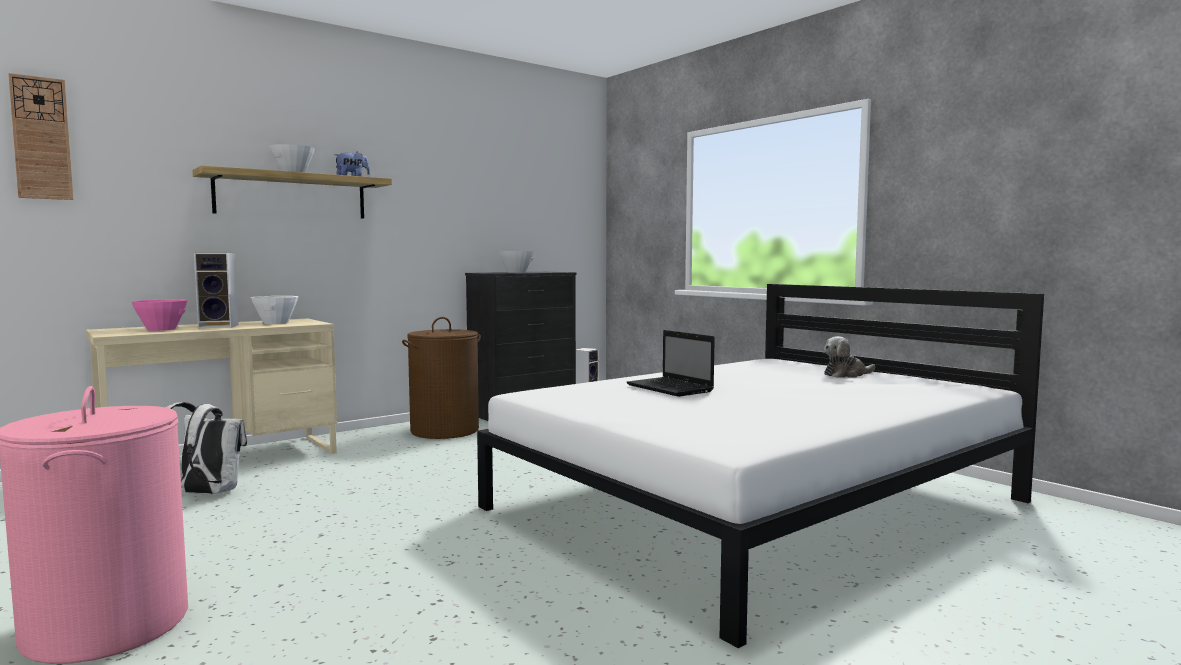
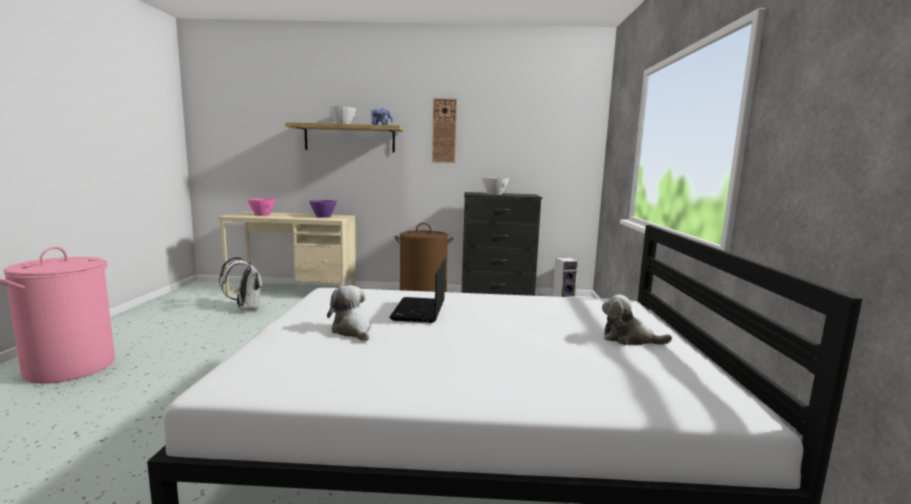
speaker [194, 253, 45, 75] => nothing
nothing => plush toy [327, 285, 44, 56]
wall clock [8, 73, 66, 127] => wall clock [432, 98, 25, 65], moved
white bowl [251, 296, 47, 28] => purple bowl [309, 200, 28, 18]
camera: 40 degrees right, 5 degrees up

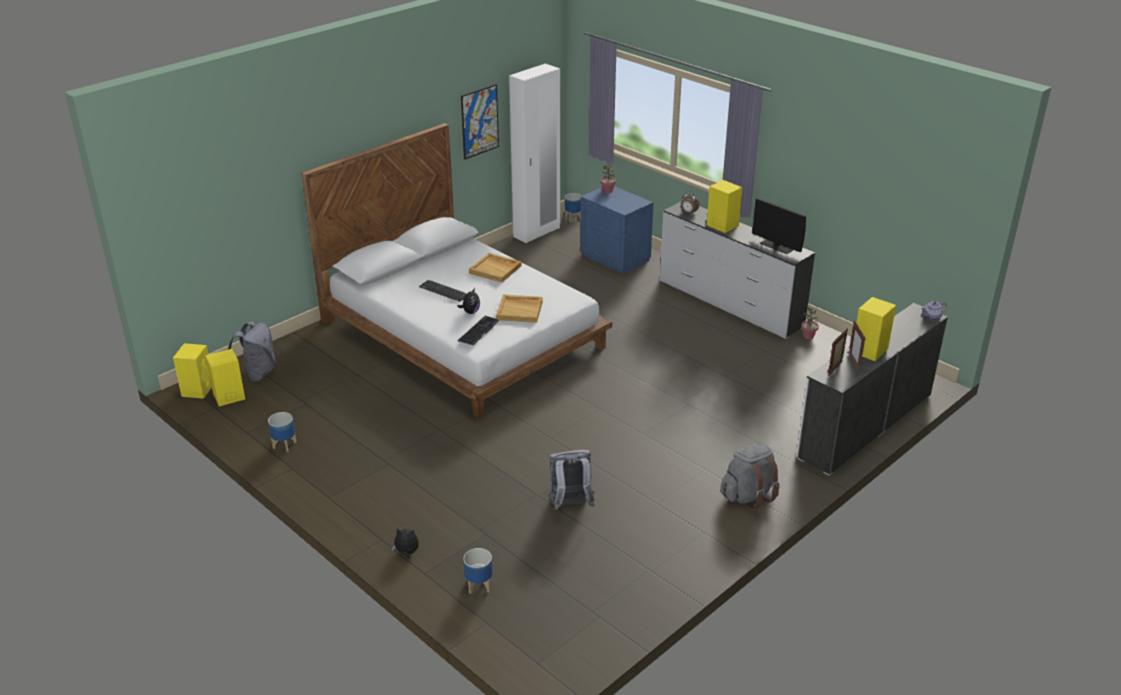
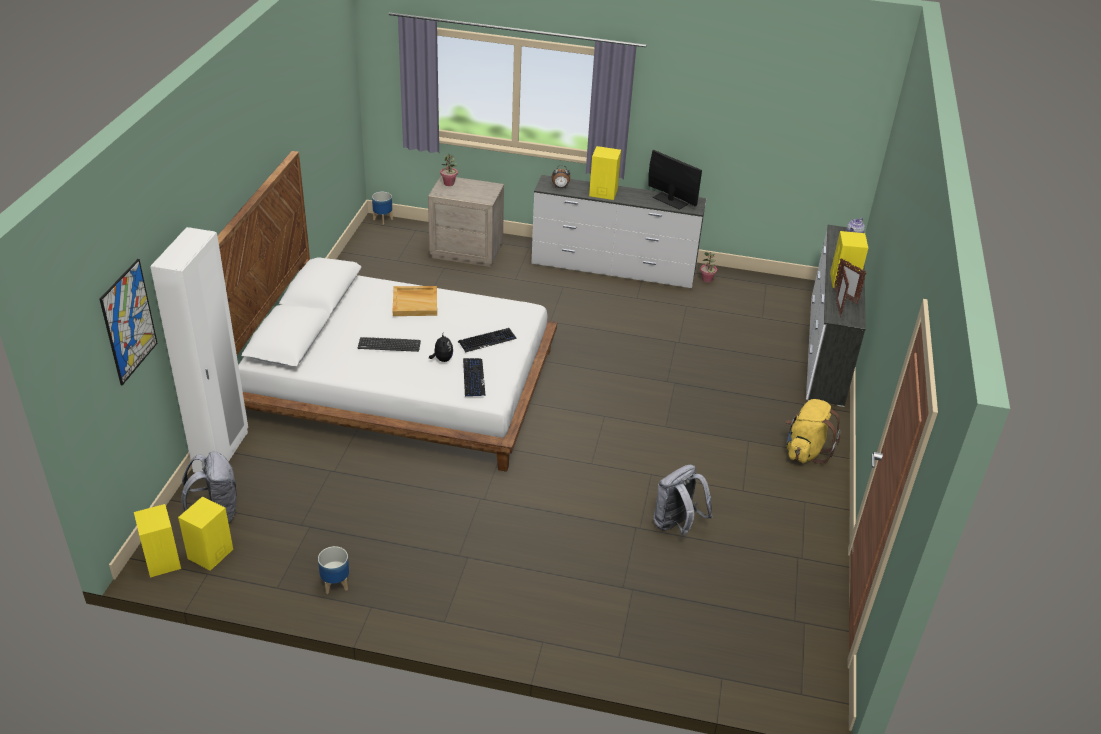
plush toy [391, 528, 28, 30] => nothing
planter [463, 548, 30, 46] => nothing
picture [461, 84, 38, 76] => picture [99, 259, 58, 126], moved
white wardrobe [509, 63, 51, 180] => white wardrobe [150, 227, 98, 246], moved
beige tray [496, 294, 47, 29] => keyboard [458, 328, 59, 25]
blue nightstand [580, 186, 74, 88] => beige nightstand [428, 176, 76, 91]
grey backpack [721, 444, 59, 66] => yellow backpack [786, 399, 55, 65]
monitor [752, 198, 54, 56] => monitor [648, 150, 54, 60], 150 degrees counterclockwise
camera: 35 degrees left, 5 degrees up

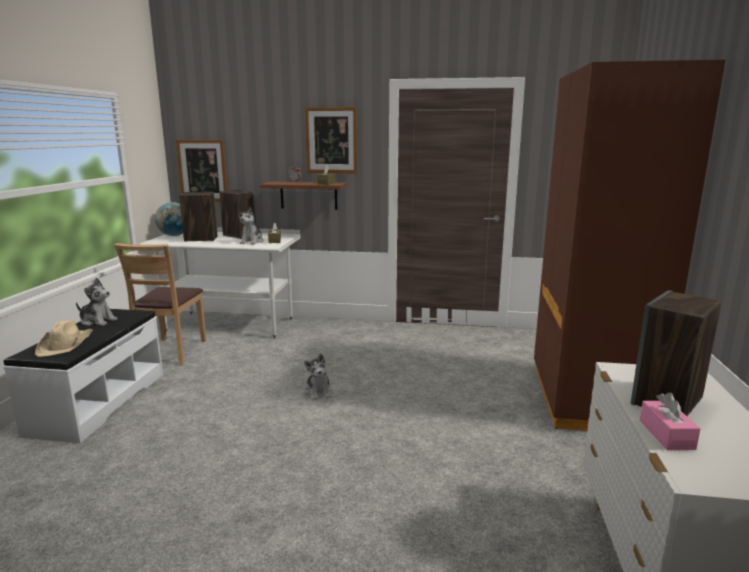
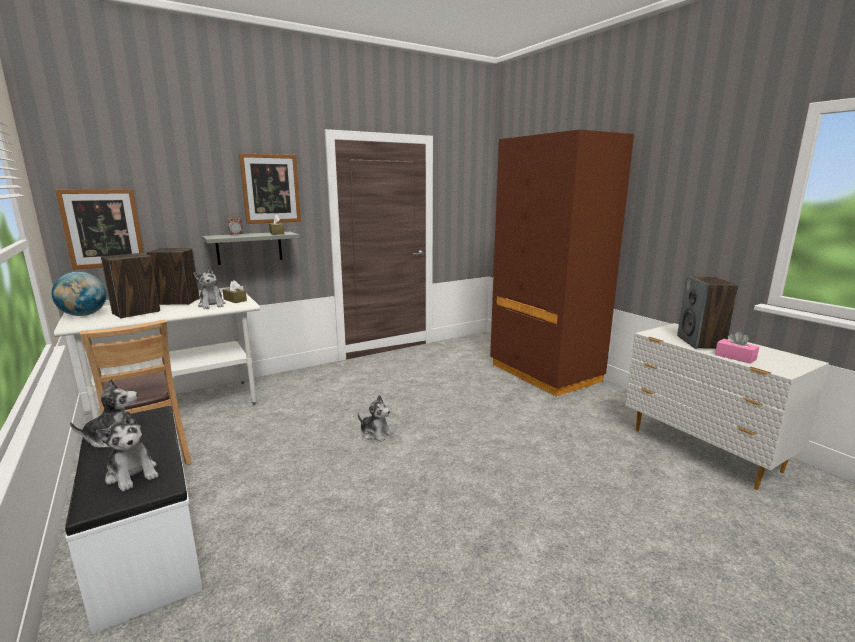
beige hat [35, 320, 59, 37] => plush toy [96, 411, 62, 80]
brown shelf [260, 182, 87, 28] => grey shelf [202, 232, 97, 33]
camera: 40 degrees left, 0 degrees up

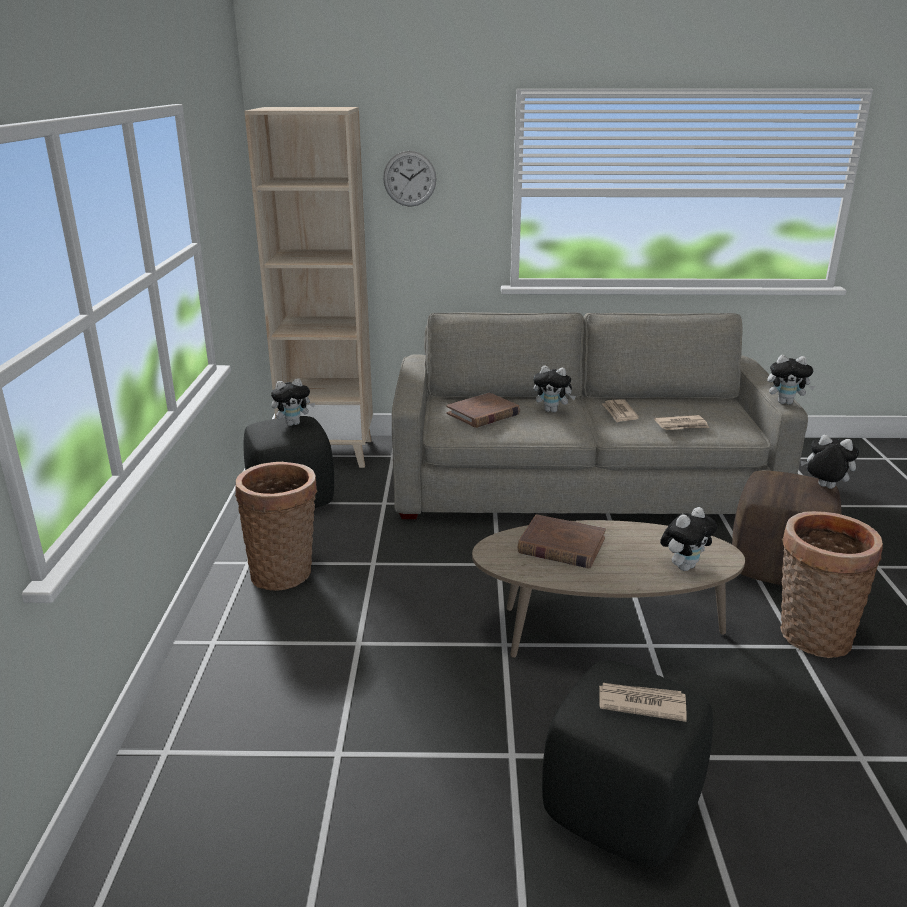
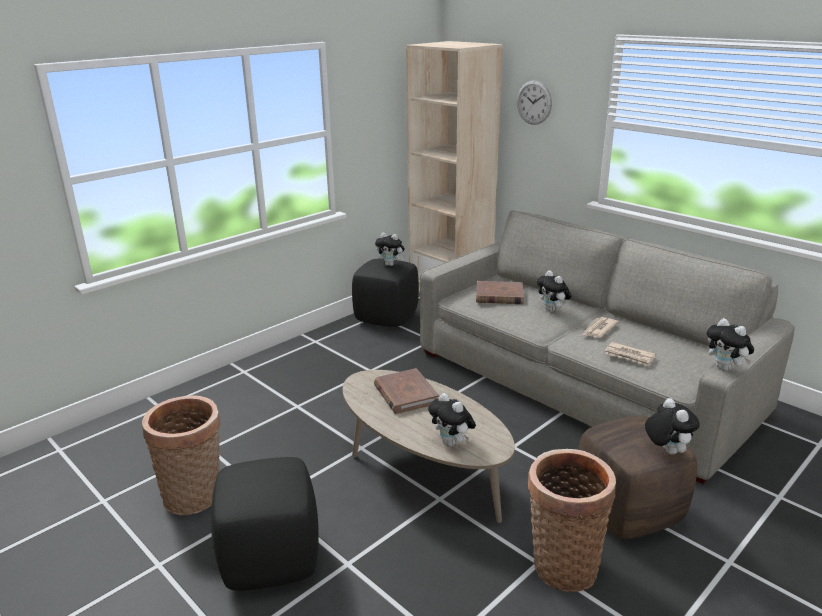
newspaper [599, 683, 88, 39] => nothing
basket [235, 462, 83, 129] => basket [142, 395, 79, 121], moved
plush toy [660, 507, 57, 64] => plush toy [428, 393, 48, 54], 45 degrees clockwise
camera: 45 degrees right, 0 degrees up

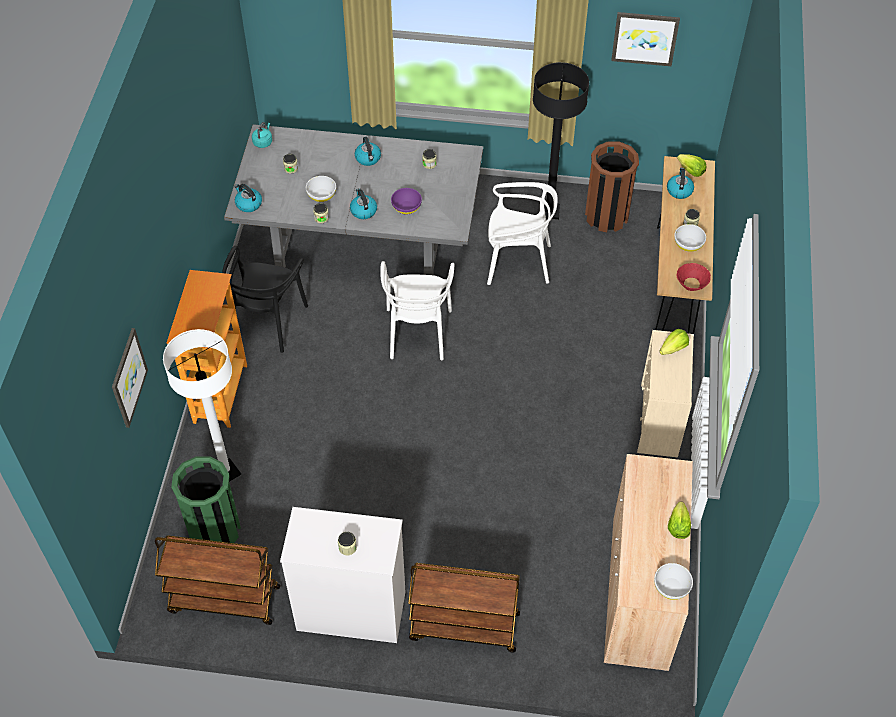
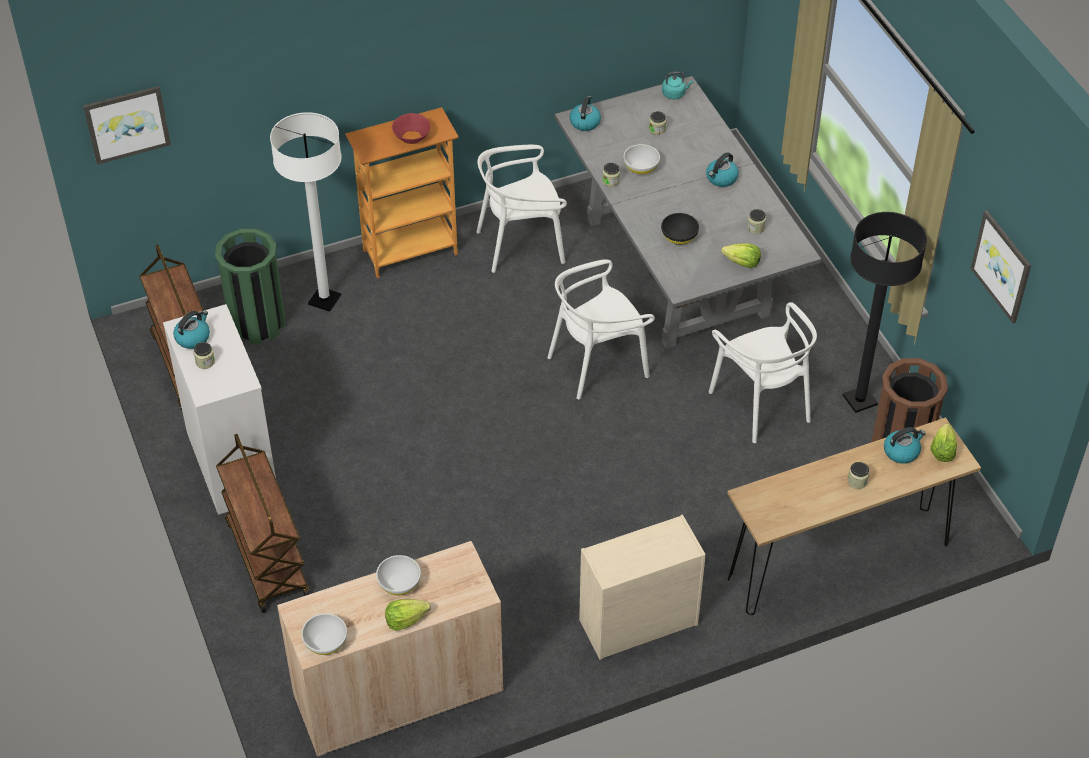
picture [112, 328, 36, 100] => picture [83, 86, 88, 79], moved
kettle [350, 188, 27, 31] => kettle [173, 310, 37, 39], moved
lettuce [659, 329, 30, 26] => lettuce [721, 243, 40, 25], moved
white bowl [674, 224, 32, 28] => white bowl [376, 555, 45, 40], moved
red bowl [677, 263, 34, 28] => red bowl [392, 113, 39, 31], moved
black chair [223, 246, 85, 107] => white chair [476, 145, 91, 128]
purple bowl [391, 188, 31, 26] => black bowl [661, 213, 38, 32]
camera: 60 degrees right, 5 degrees down

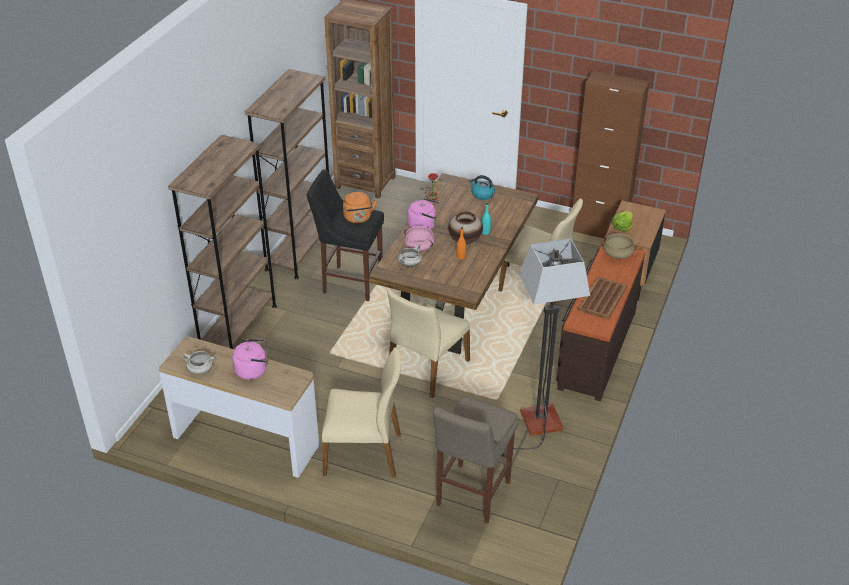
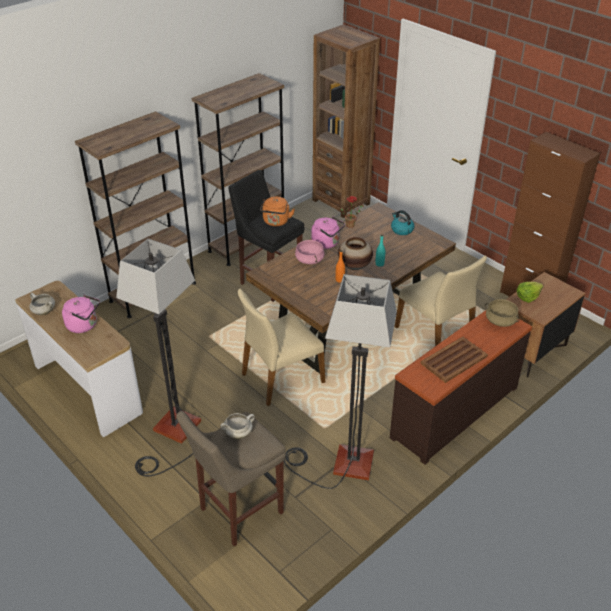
white cooking pot [398, 245, 24, 23] => white cooking pot [220, 413, 35, 26], moved
beige chair [322, 347, 79, 130] => floor lamp [116, 239, 85, 238]
camera: 25 degrees right, 0 degrees up

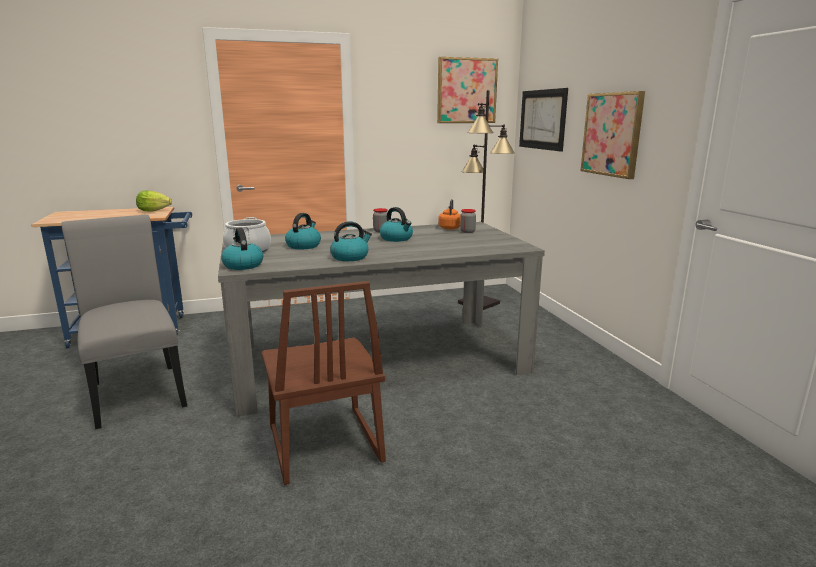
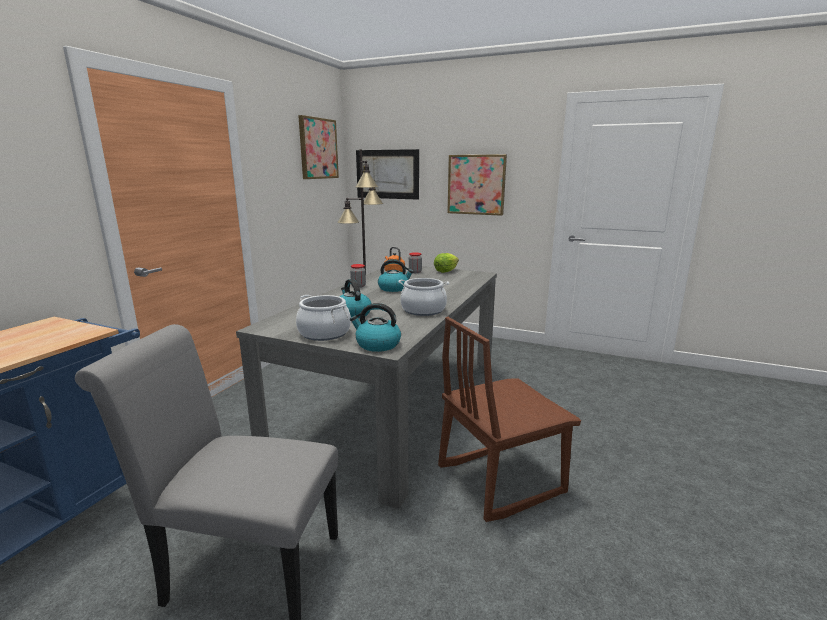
lettuce [136, 190, 36, 21] => lettuce [434, 253, 25, 20], moved
kettle [330, 221, 42, 40] => cooking pot [398, 278, 51, 38]
brown chair [261, 281, 125, 204] => brown chair [438, 317, 143, 205], 135 degrees clockwise
camera: 50 degrees left, 0 degrees up

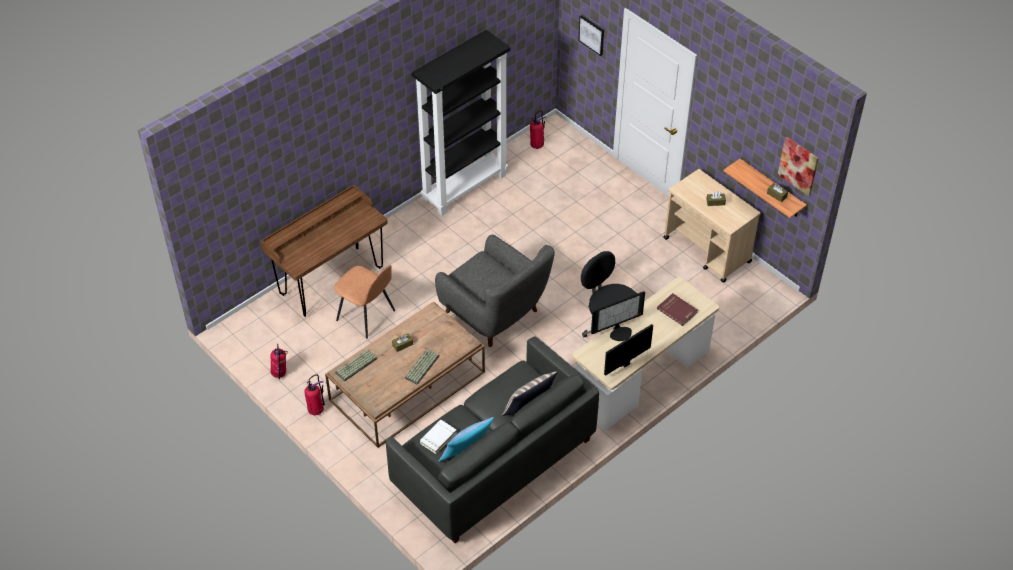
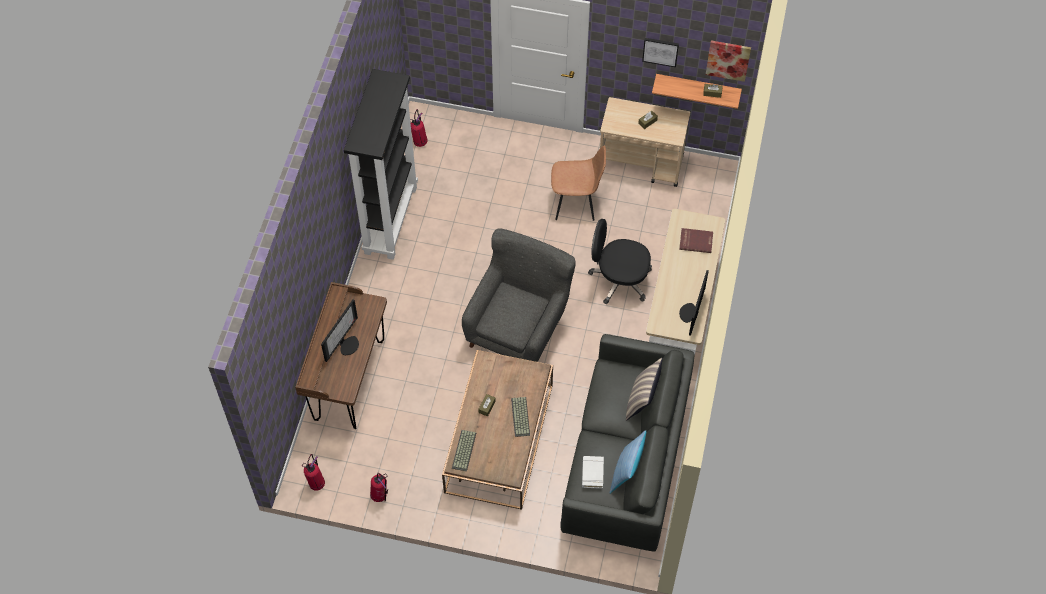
fire extinguisher [304, 374, 21, 41] => fire extinguisher [302, 454, 23, 37], moved
brown chair [334, 265, 61, 74] => brown chair [551, 145, 55, 76], moved
picture [578, 15, 26, 41] => picture [642, 38, 37, 29], moved
monitor [591, 291, 54, 50] => monitor [321, 299, 38, 63], moved
grey armchair [435, 235, 120, 112] => grey armchair [462, 228, 114, 134], 75 degrees counterclockwise
camera: 35 degrees left, 10 degrees up

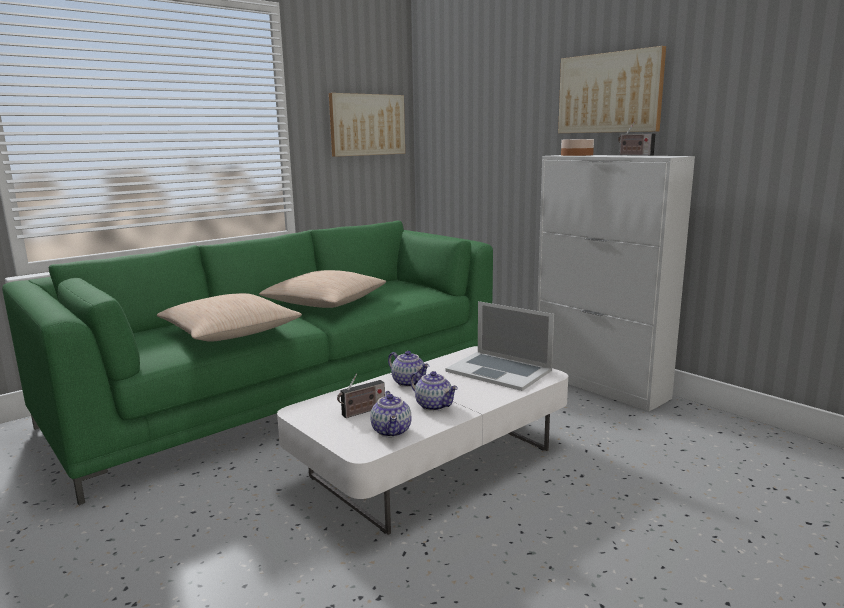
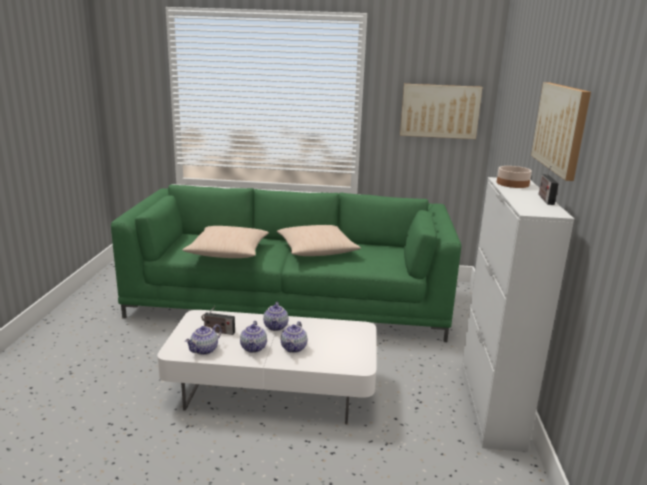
laptop [445, 301, 109, 90] => nothing
nothing => teapot [281, 321, 26, 32]
camera: 45 degrees right, 5 degrees up

